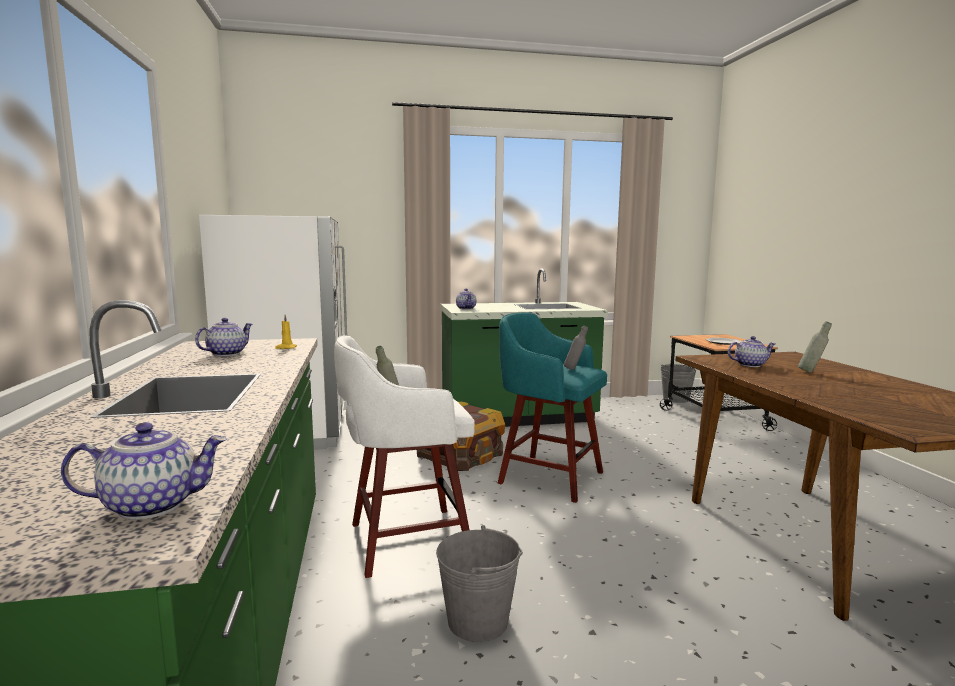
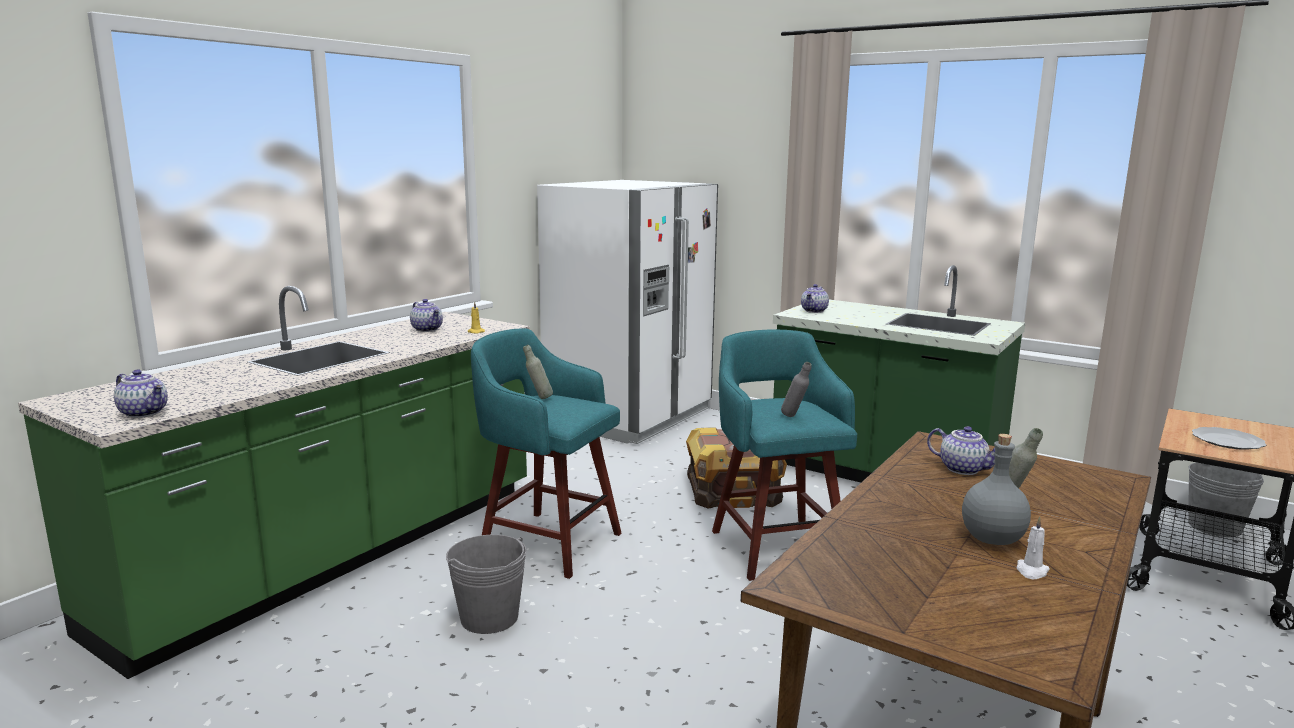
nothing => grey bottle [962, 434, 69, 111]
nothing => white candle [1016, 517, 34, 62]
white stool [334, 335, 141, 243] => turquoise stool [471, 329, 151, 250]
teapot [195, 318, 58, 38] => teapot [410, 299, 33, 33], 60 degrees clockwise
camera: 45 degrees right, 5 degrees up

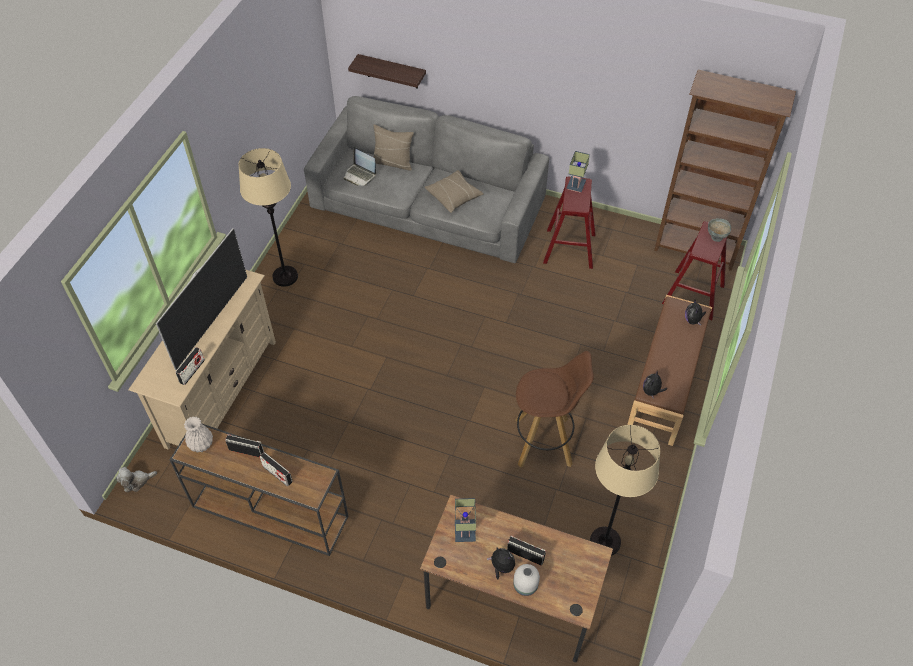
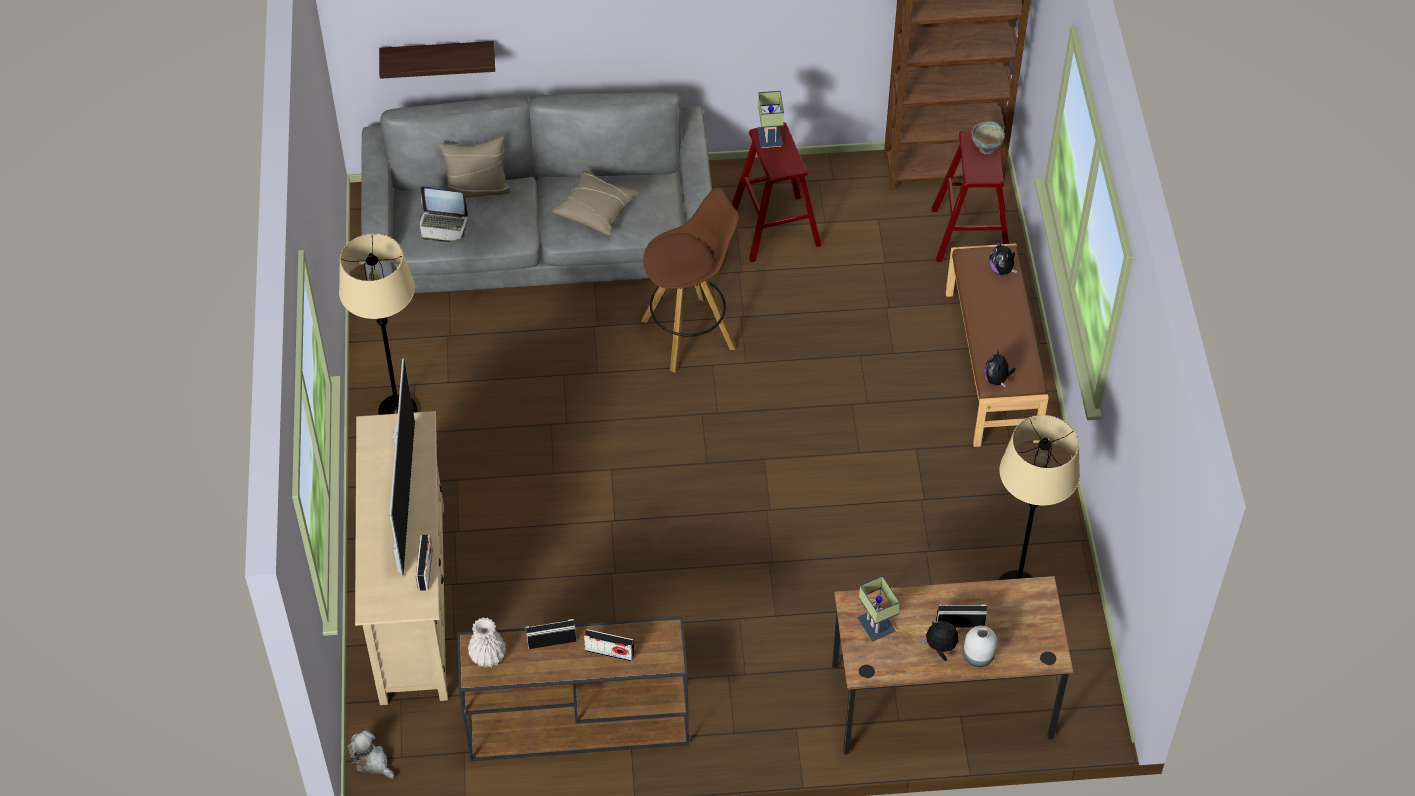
brown stool [515, 351, 79, 117] => brown stool [641, 187, 98, 185], moved
plush toy [116, 467, 41, 25] => plush toy [348, 731, 46, 48], 90 degrees clockwise
camera: 25 degrees left, 0 degrees up

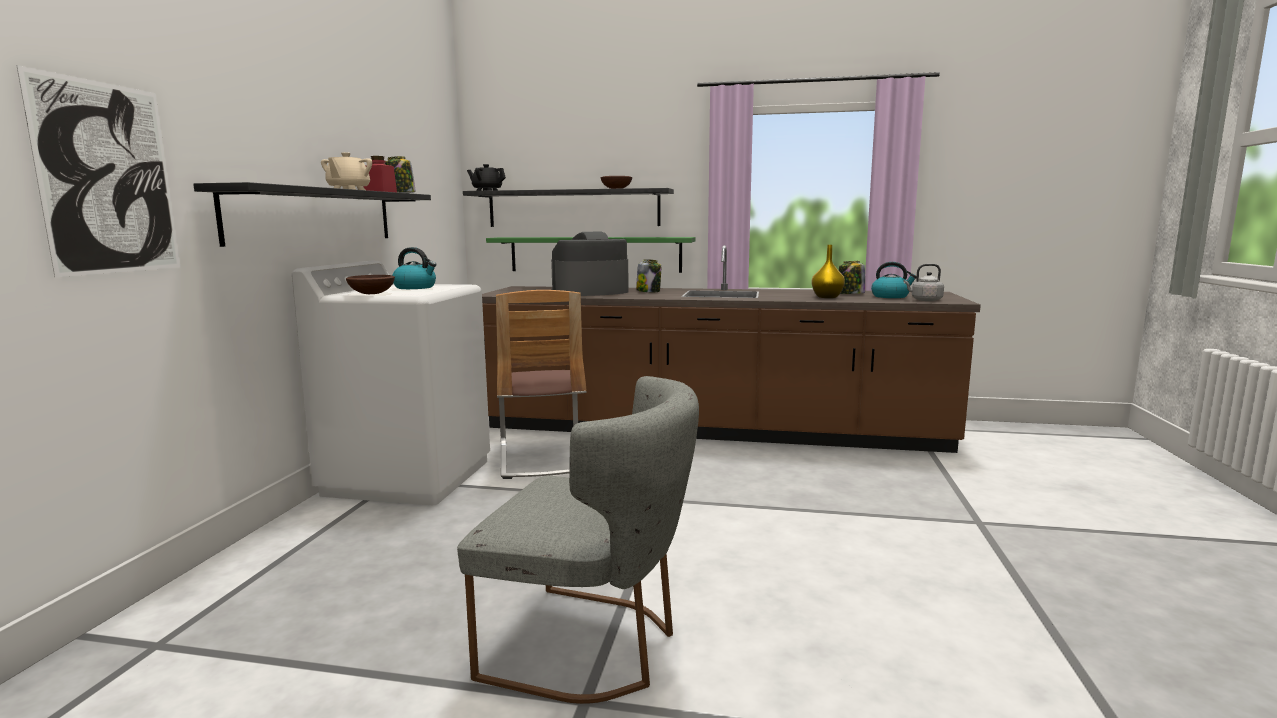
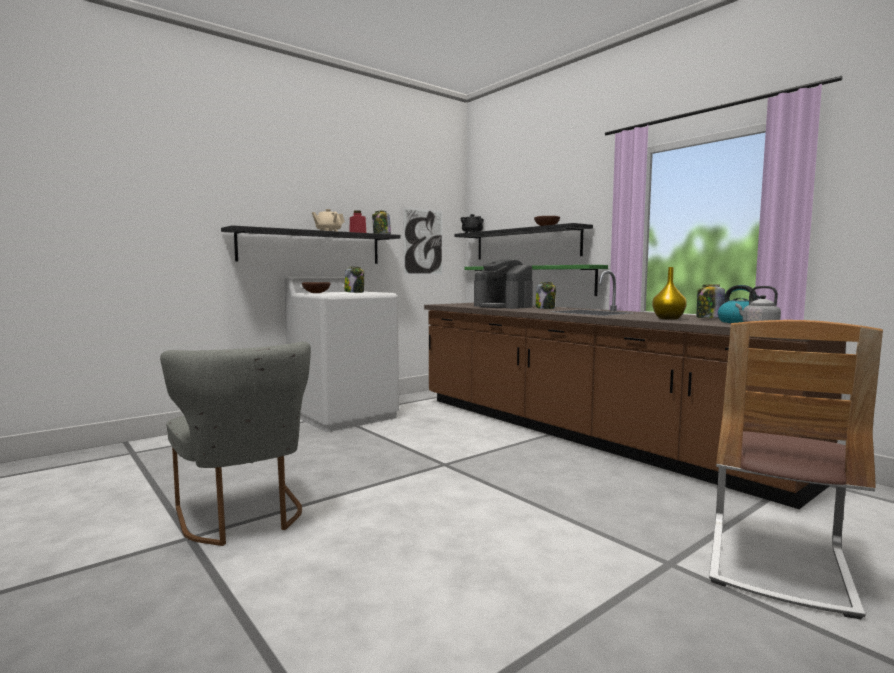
picture [16, 65, 164, 213] => picture [403, 207, 40, 68], moved
chair [496, 290, 91, 189] => chair [709, 320, 174, 300], moved
kettle [392, 247, 45, 42] => jar [345, 266, 19, 27]
coffee machine [551, 231, 78, 65] => coffee machine [474, 259, 59, 50], 150 degrees counterclockwise
camera: 40 degrees right, 5 degrees down

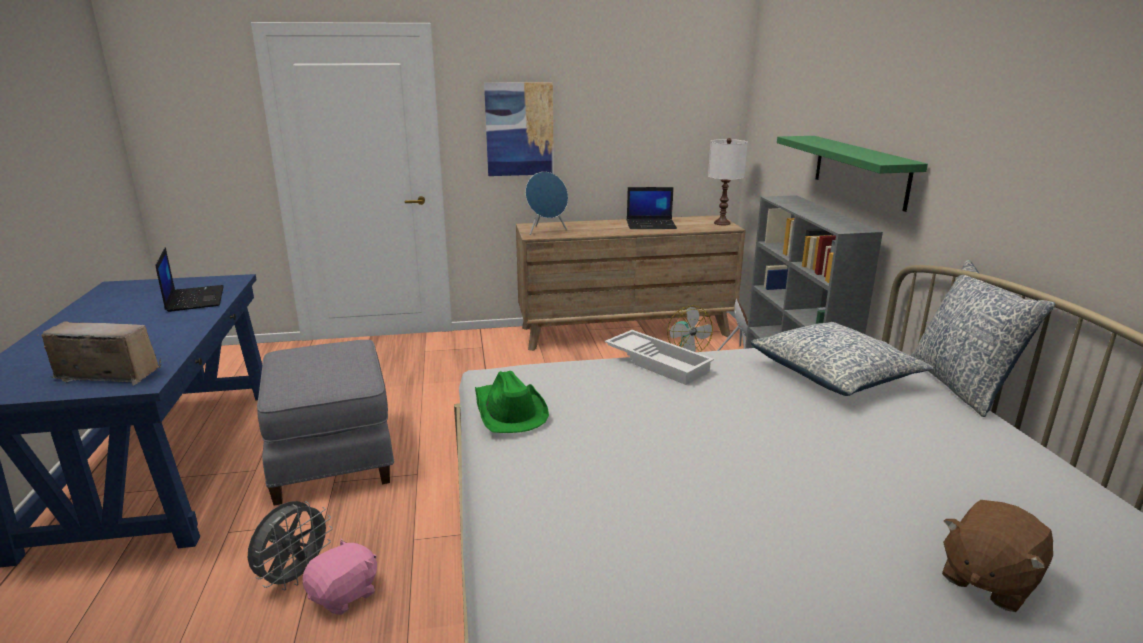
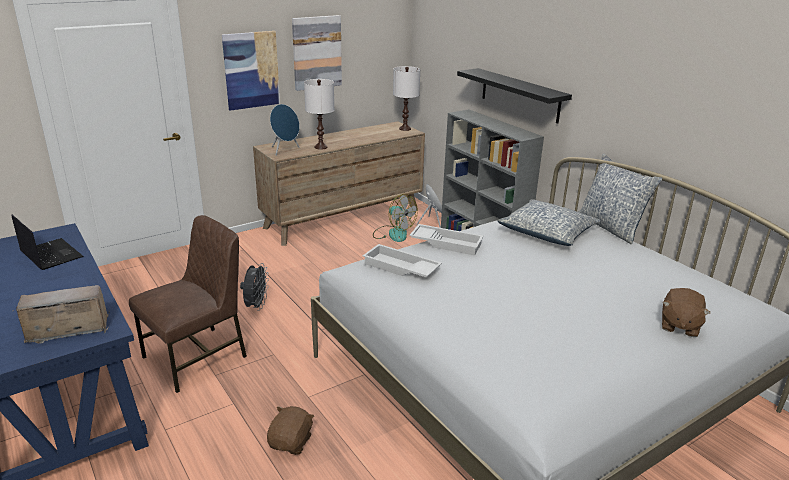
green hat [475, 371, 74, 62] => nothing
laptop [627, 187, 50, 42] => nothing
nothing => picture [292, 15, 50, 76]
nothing => white table lamp [304, 79, 30, 71]
nothing => white tray [363, 244, 79, 34]
grey fan [248, 501, 85, 89] => grey fan [240, 263, 29, 48], moved
grey ottoman [257, 340, 137, 165] => brown chair [129, 215, 118, 178]
pink plush toy [303, 538, 74, 77] => brown plush toy [267, 406, 47, 49]
green shelf [777, 136, 151, 76] => black shelf [457, 68, 115, 56]
camera: 25 degrees left, 5 degrees up

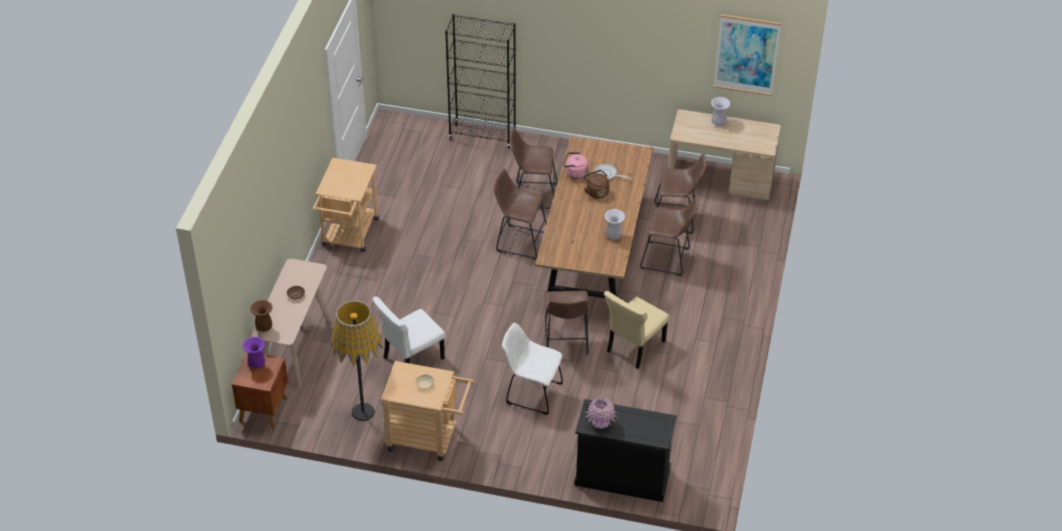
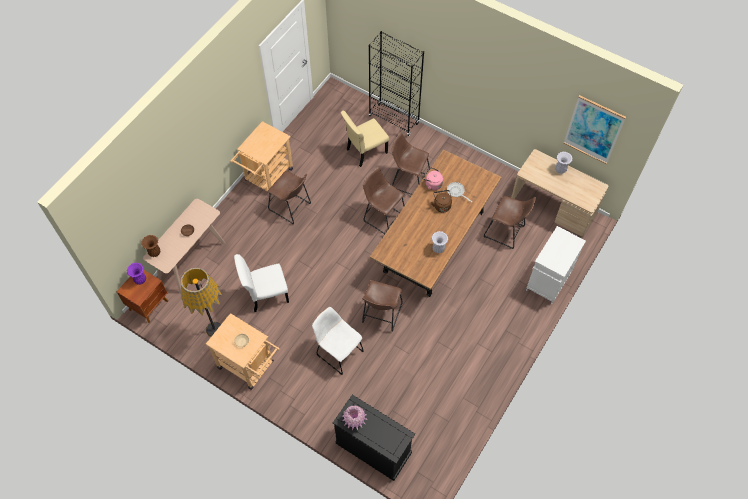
nothing => white cabinet [526, 226, 60, 79]
beige chair [604, 291, 65, 78] => beige chair [341, 111, 48, 56], moved
brown stool [640, 195, 58, 81] => brown stool [268, 171, 43, 53], moved
camera: 20 degrees right, 15 degrees up

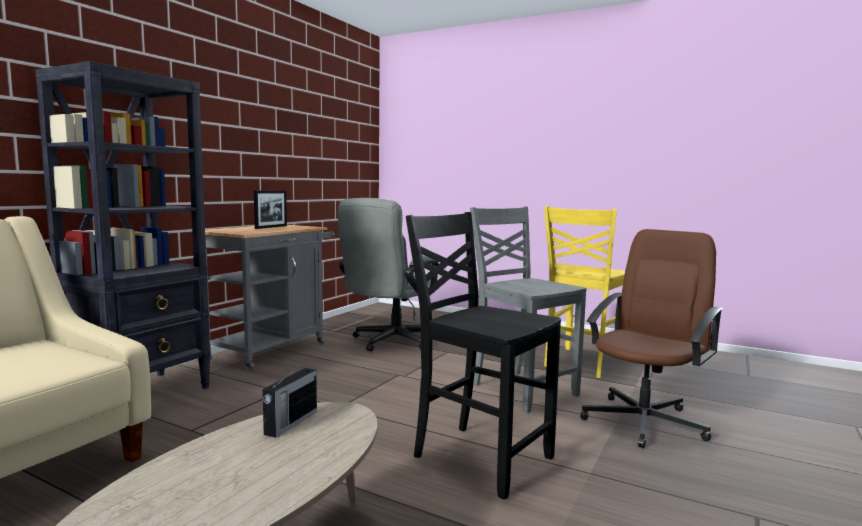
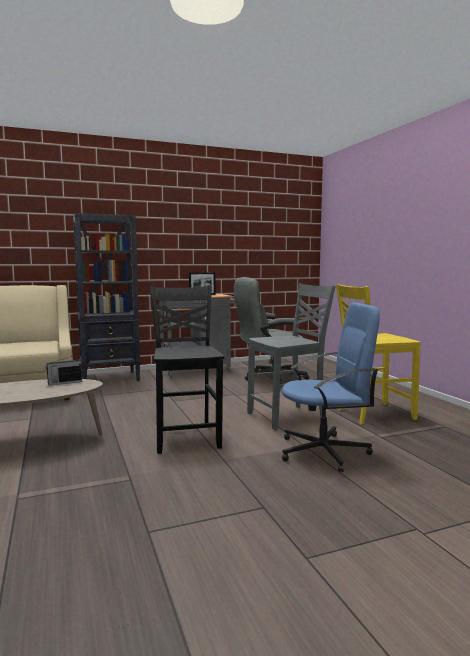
brown office chair [580, 229, 144, 219] => blue office chair [282, 302, 98, 170]
grey chair [470, 207, 117, 206] => grey chair [247, 283, 89, 147], 60 degrees clockwise
camera: 40 degrees right, 0 degrees up

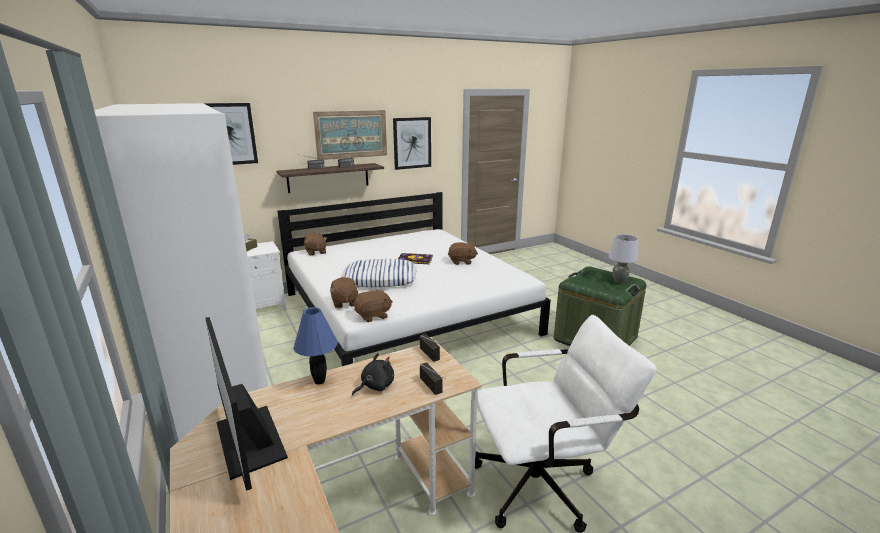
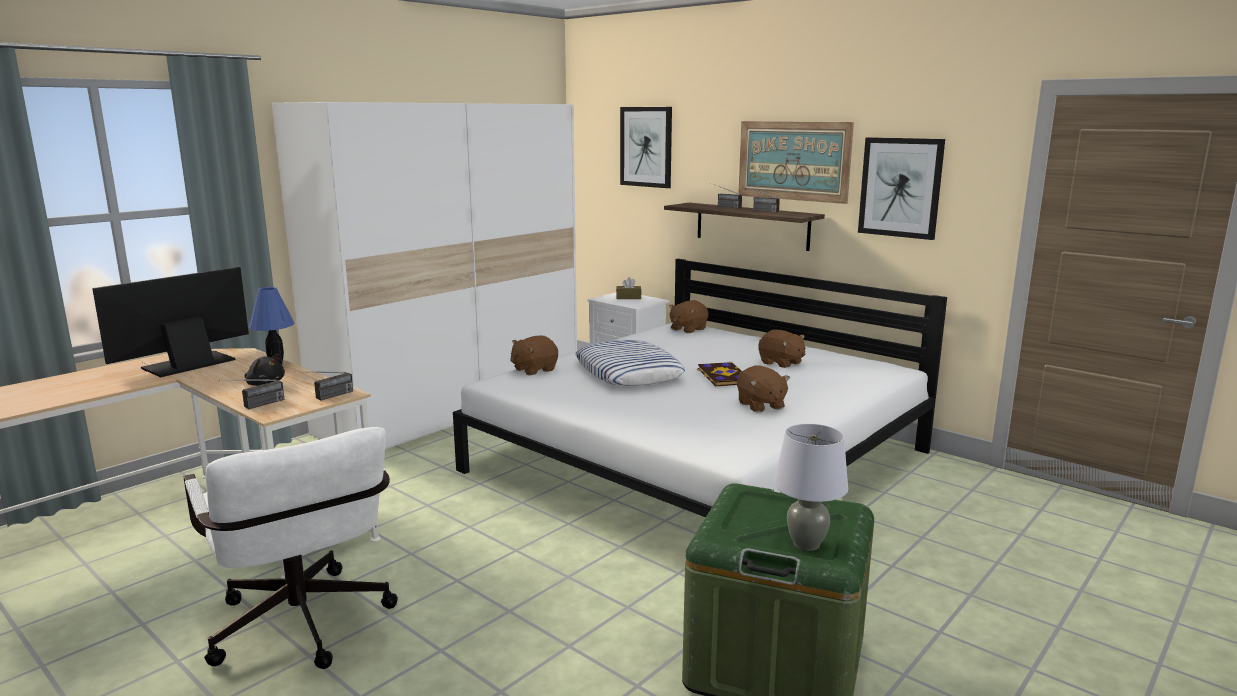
brown plush toy [354, 289, 39, 33] => brown plush toy [758, 330, 47, 38], moved
camera: 70 degrees right, 5 degrees down

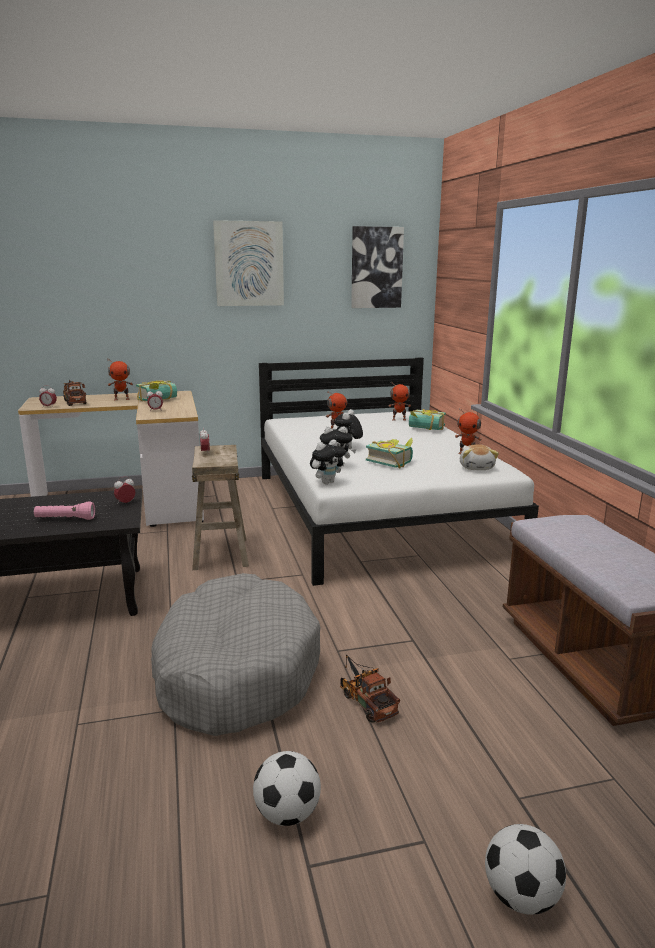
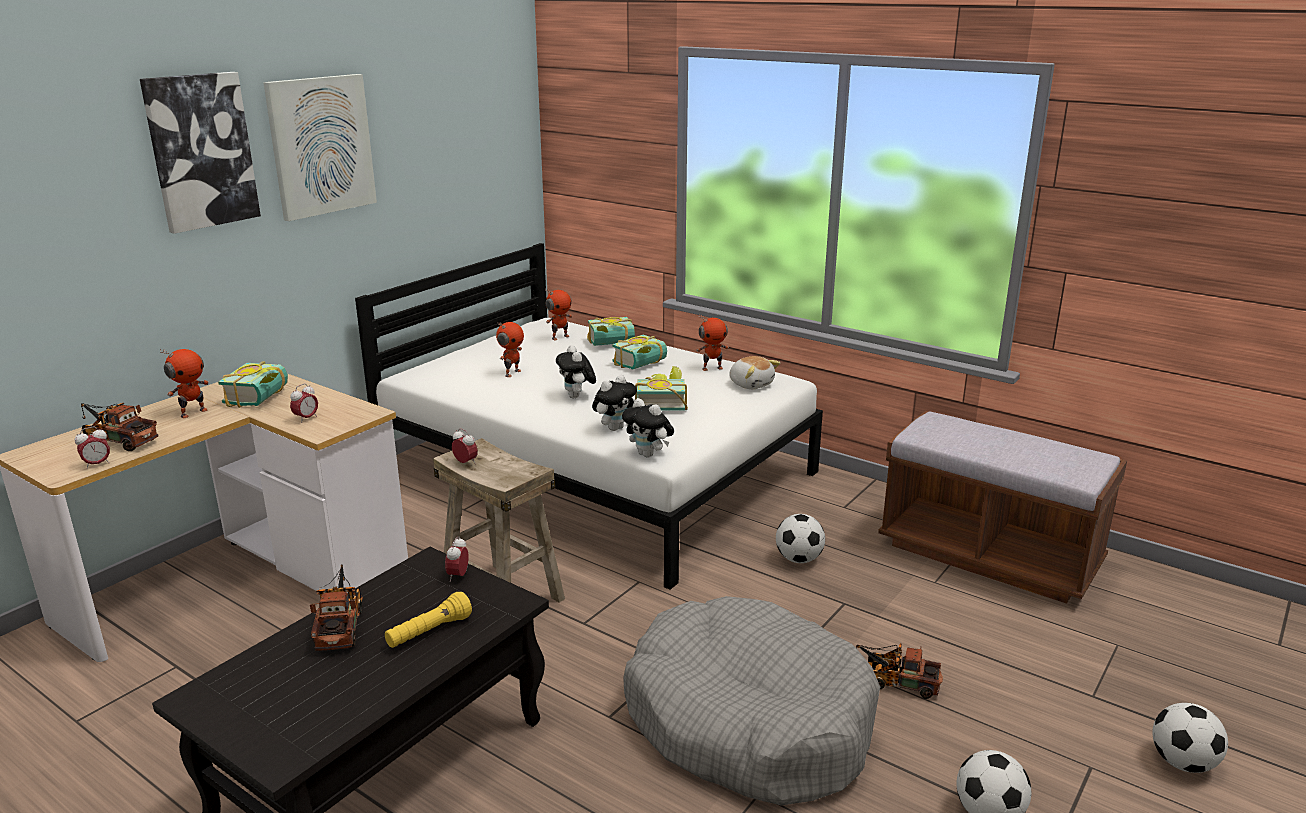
nothing => toy truck [310, 564, 53, 87]
nothing => book [612, 334, 55, 36]
nothing => football [776, 514, 49, 49]
picture [351, 226, 53, 82] => picture [140, 72, 121, 162], moved
pink flashlight [34, 502, 61, 18] => yellow flashlight [385, 592, 87, 56]
plush toy [310, 439, 36, 45] => plush toy [622, 398, 52, 60], 120 degrees clockwise
camera: 40 degrees left, 5 degrees up

